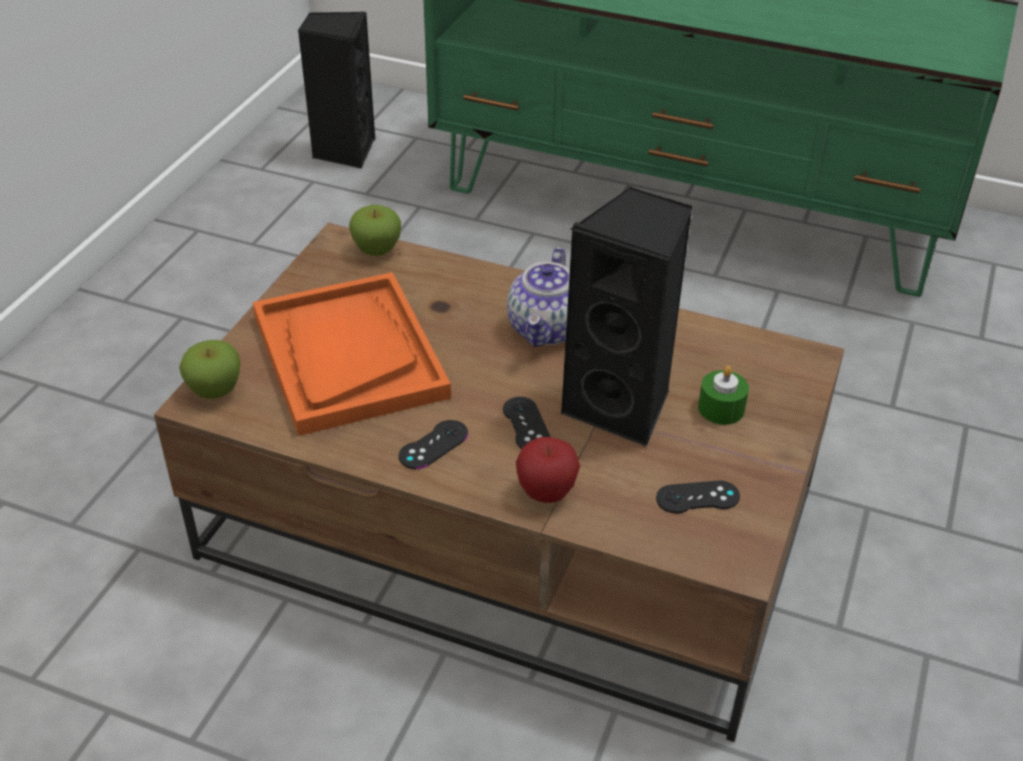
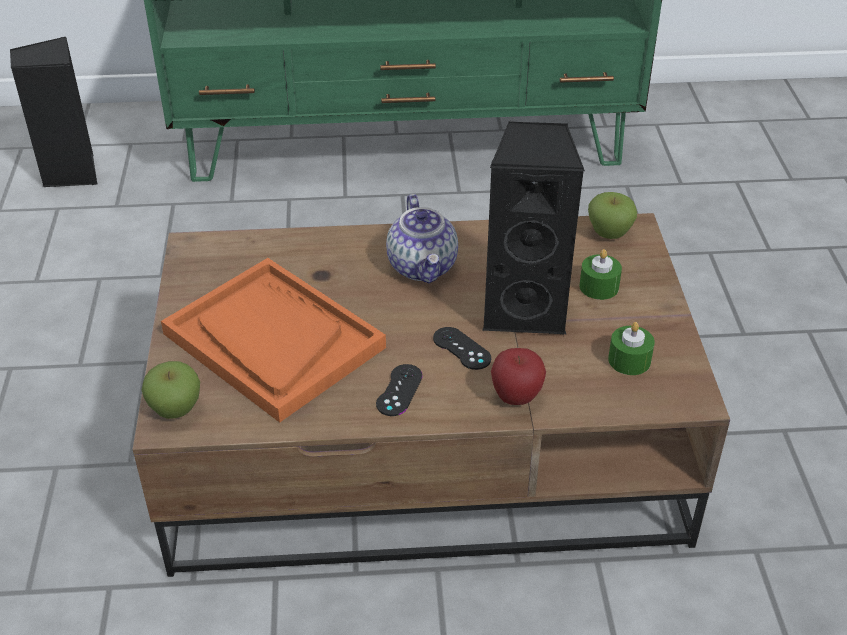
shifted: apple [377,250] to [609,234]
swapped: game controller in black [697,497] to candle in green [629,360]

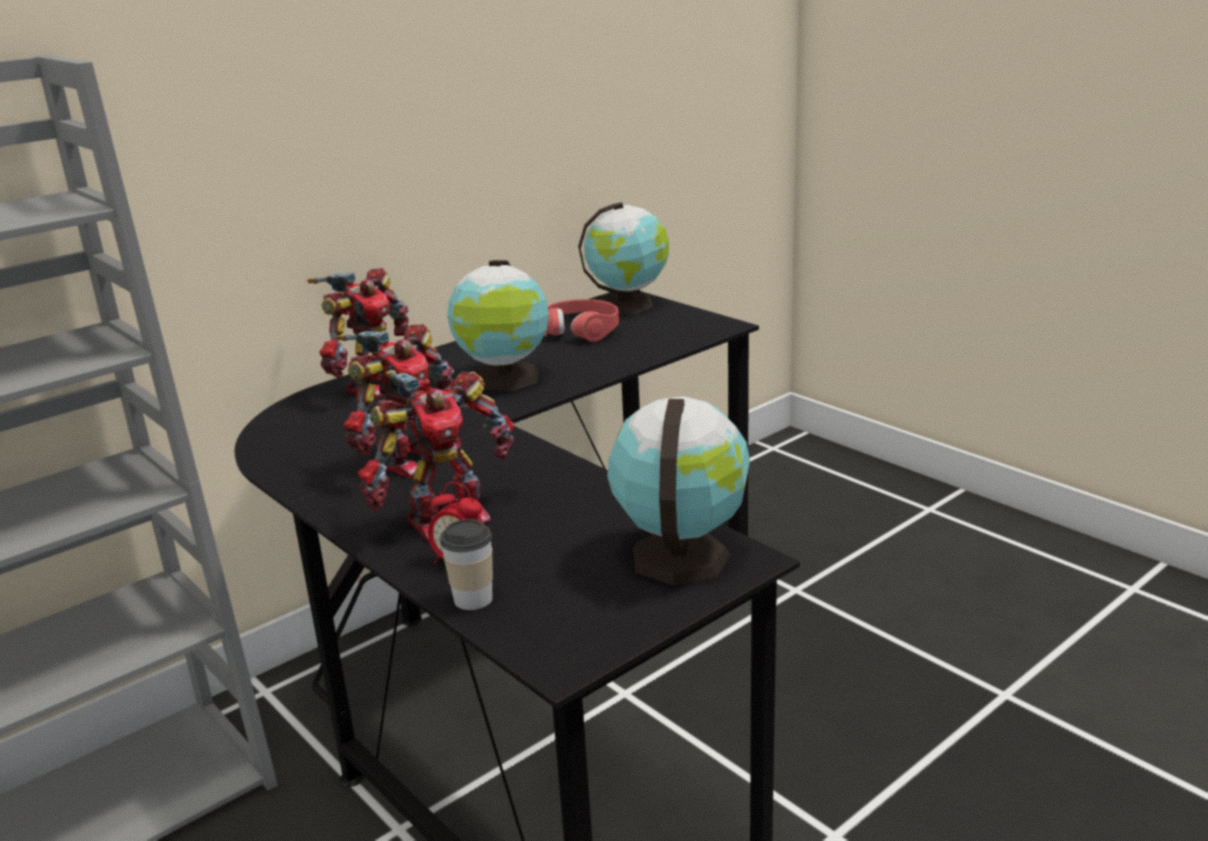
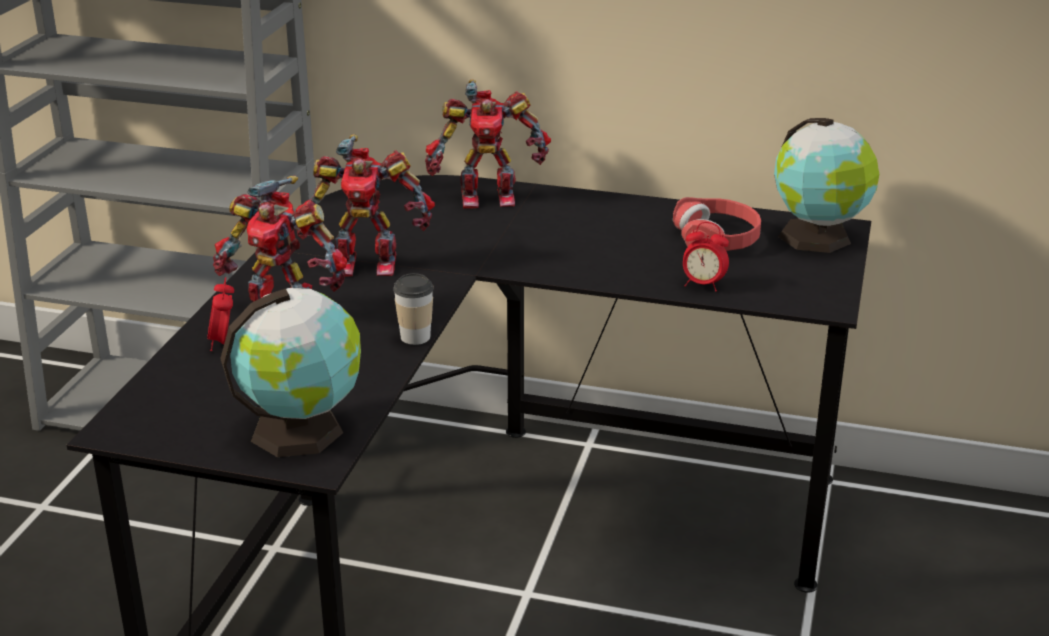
gone: globe [505,379]
new: alarm clock [703,285]
shifted: cup [473,599] to [415,337]

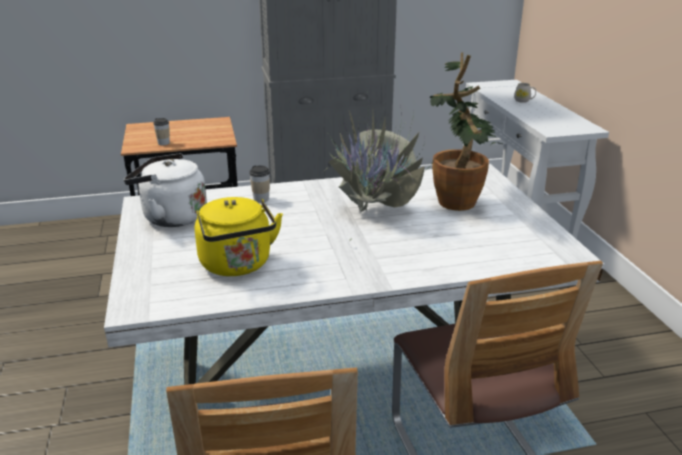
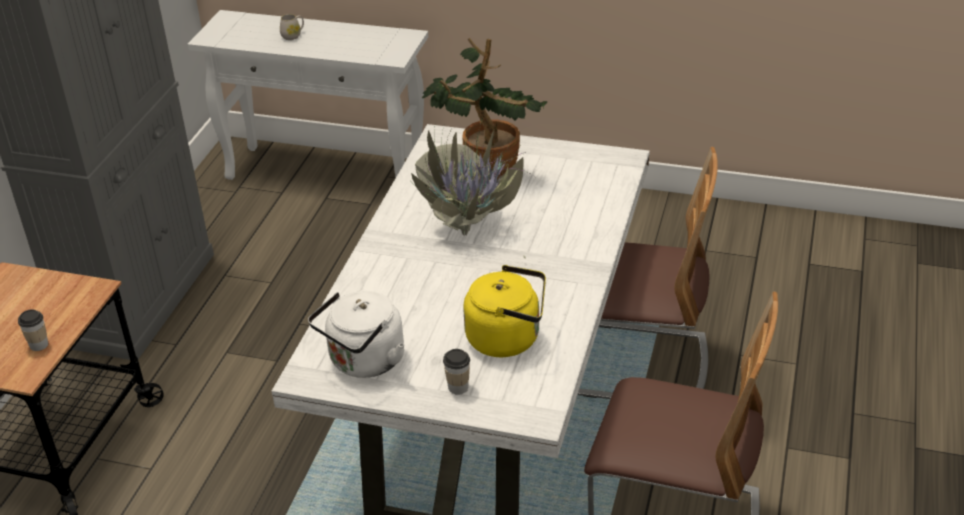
shifted: cup [261,199] to [458,387]

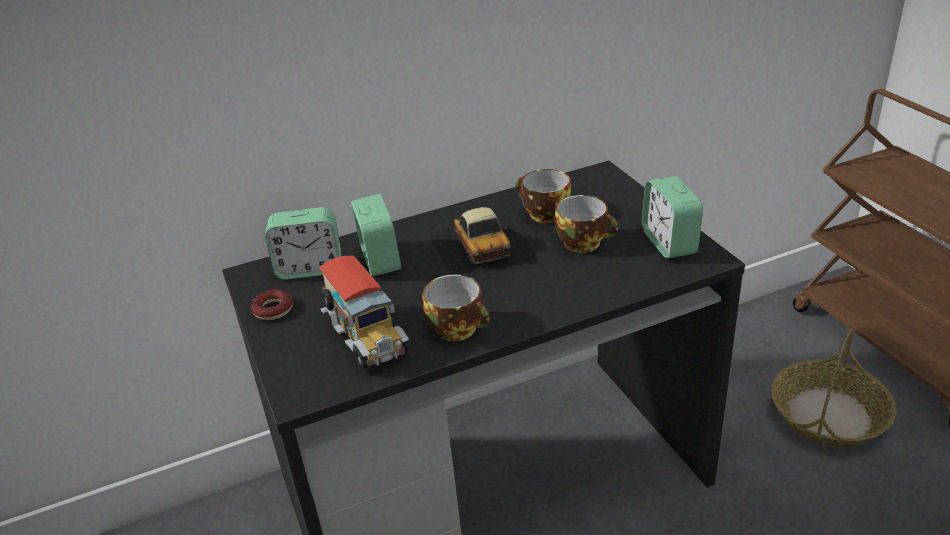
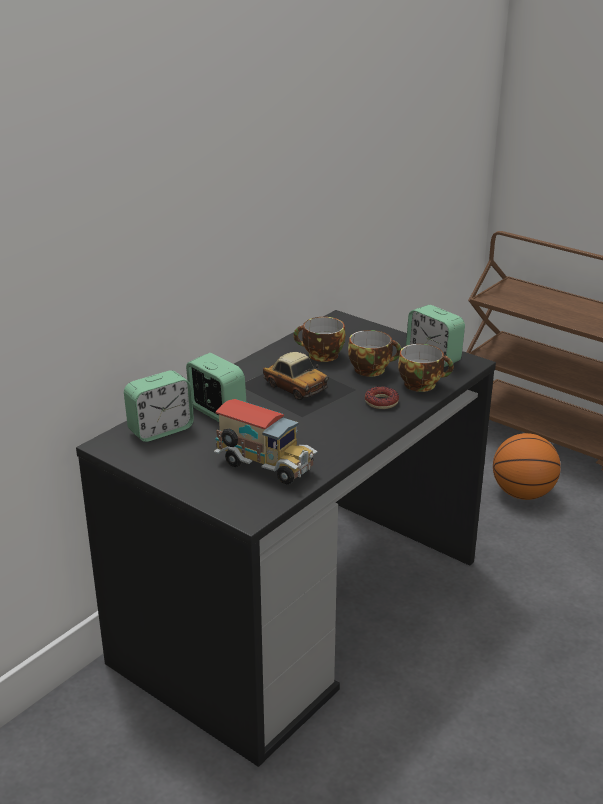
shifted: donut [273,309] to [381,402]; cup [459,328] to [422,384]
swapped: basket [828,415] to basketball [522,493]

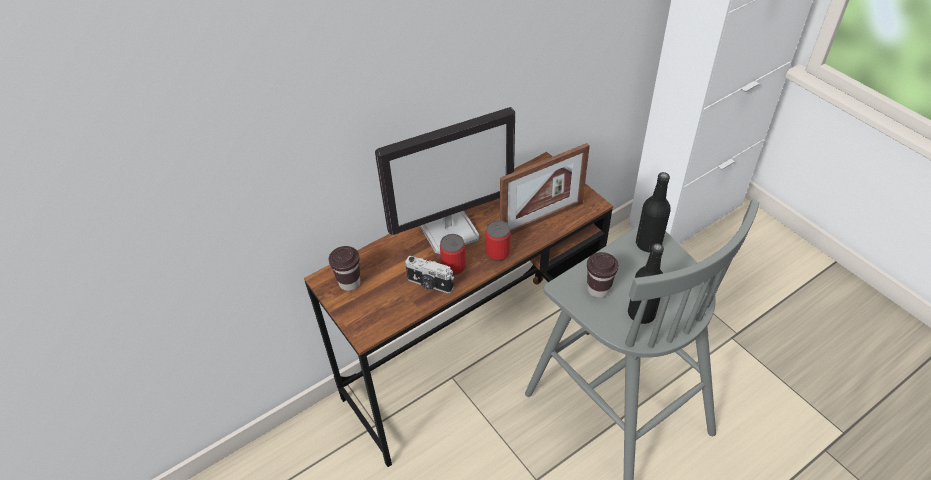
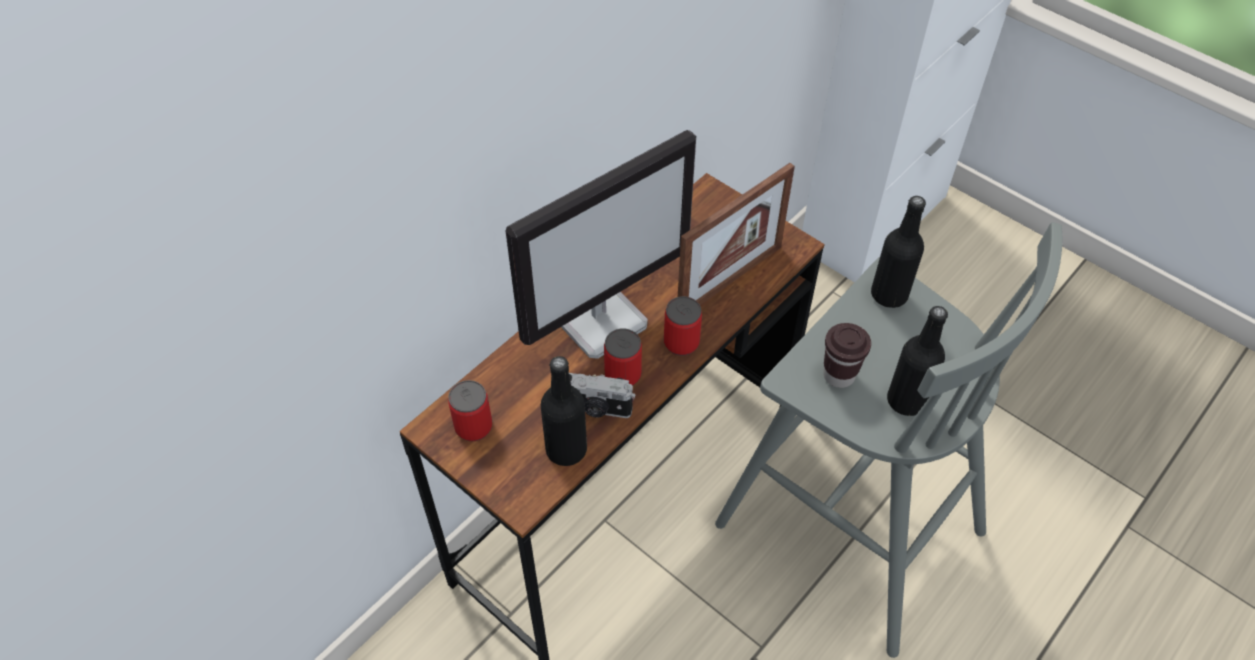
new: bottle in black [566,449]
swapped: cup in brown [349,283] to can [473,427]

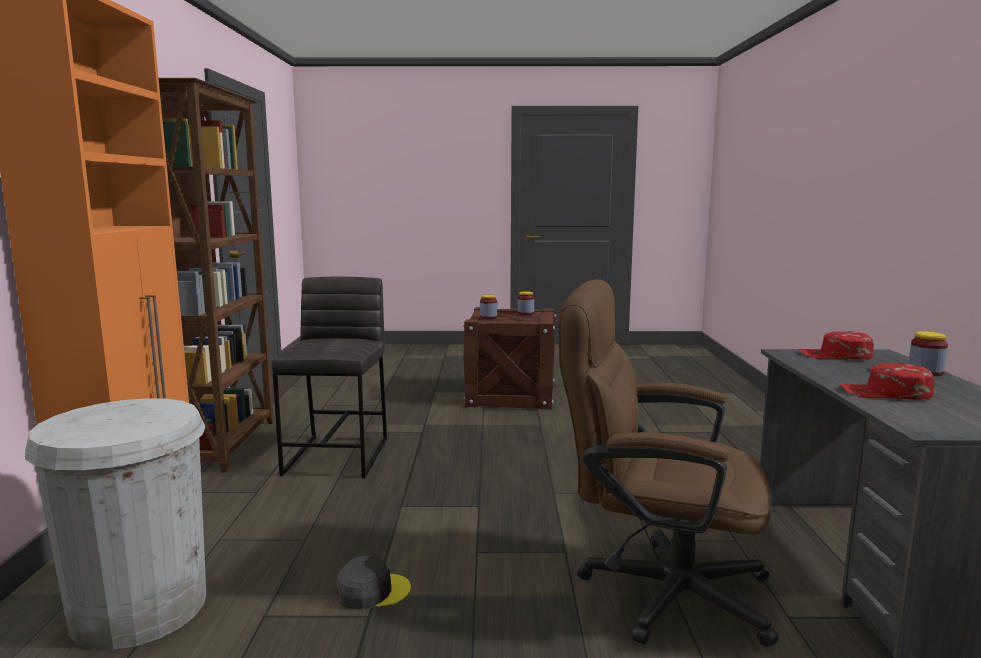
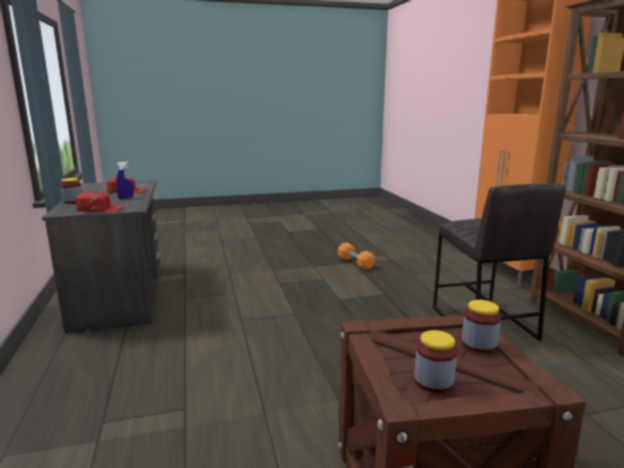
gone: trash can in white [139,608]; office chair in brown [657,590]
new: spray bottle in blue [126,198]
swapped: cap in grey [372,591] to dumbbell in orange [355,263]

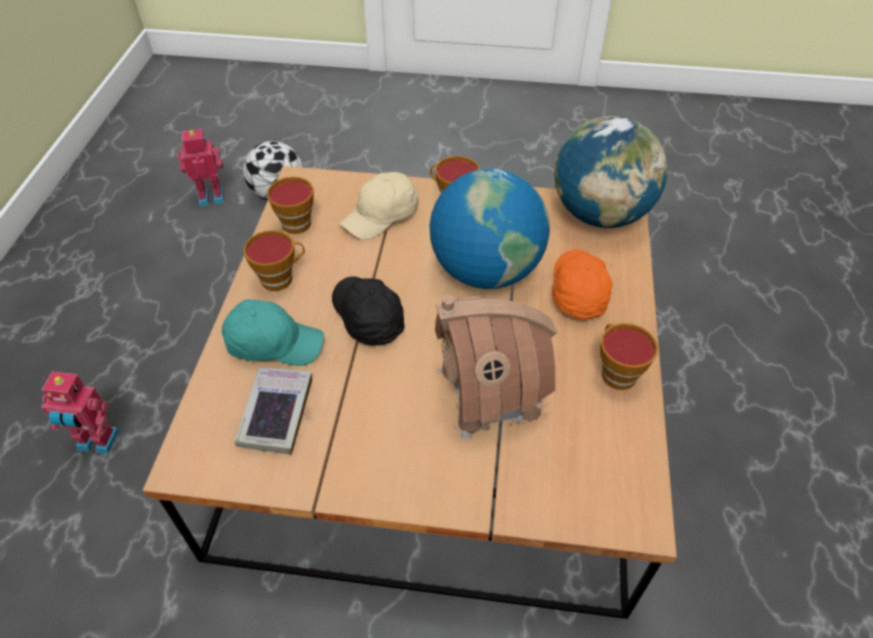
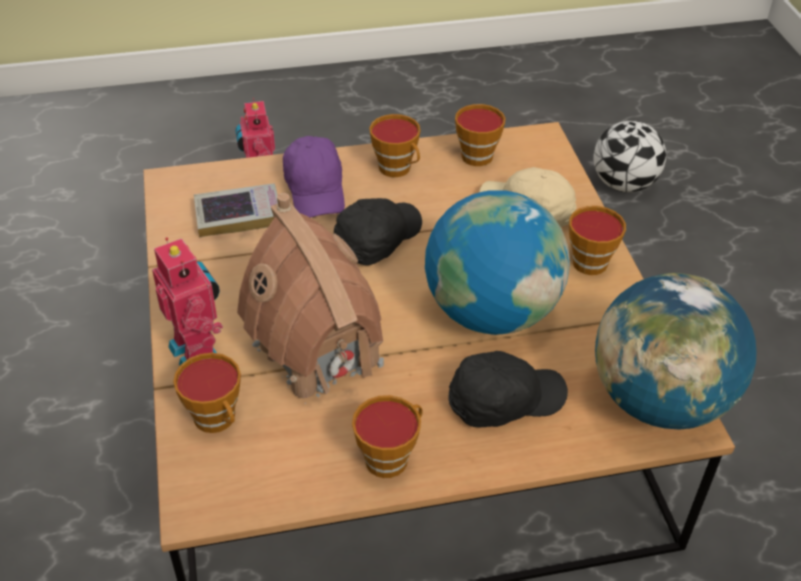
new: cup [218,420]
shifted: toy robot [211,196] to [198,351]
repainted: cap in turquoise [274,343] to cap in purple [315,190]; cap in orange [577,291] to cap in black [503,400]

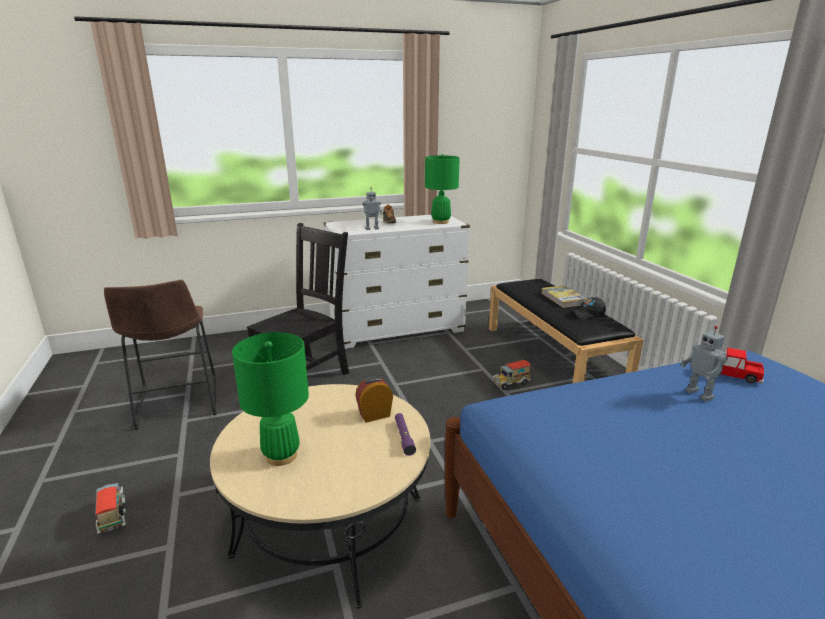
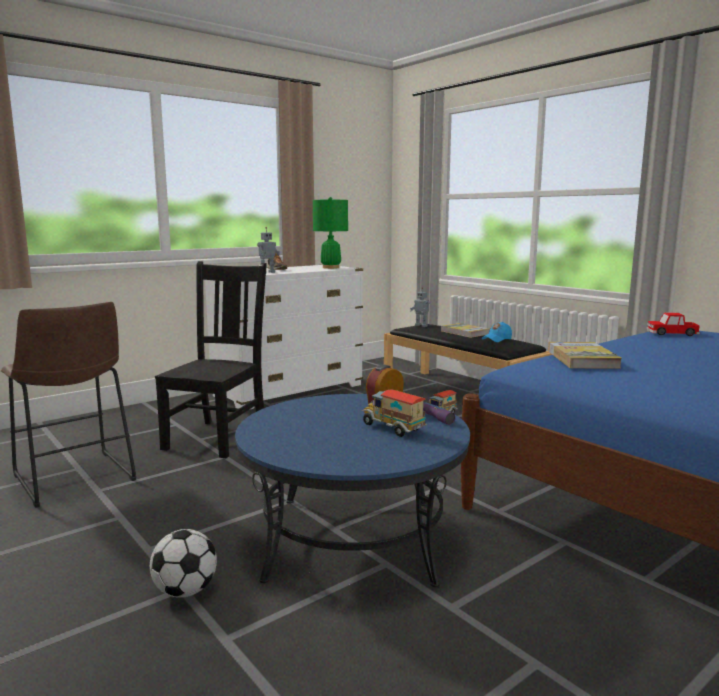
gone: table lamp in green [281,455]
new: football [185,591]; book [582,359]
shifted: toy truck [114,517] to [393,429]; toy robot [700,394] to [421,326]
repainted: coffee table in beige [330,525] to coffee table in blue [353,538]; cap in black [587,314] to cap in blue [497,339]

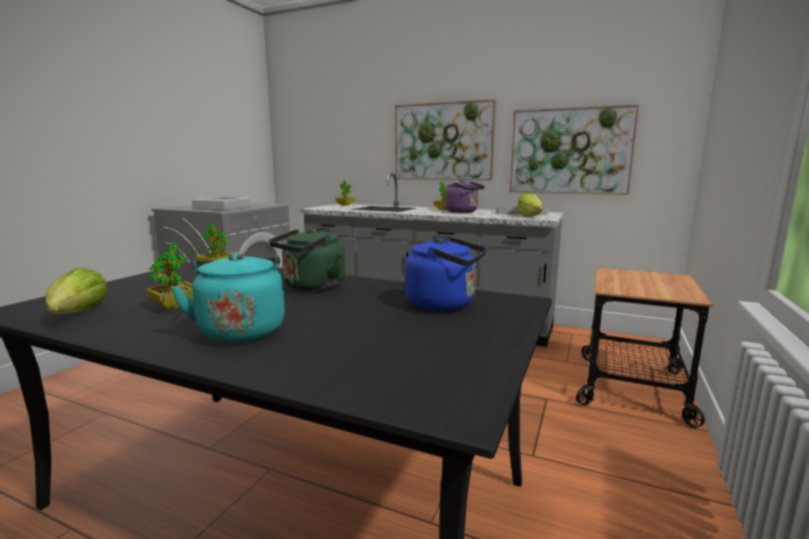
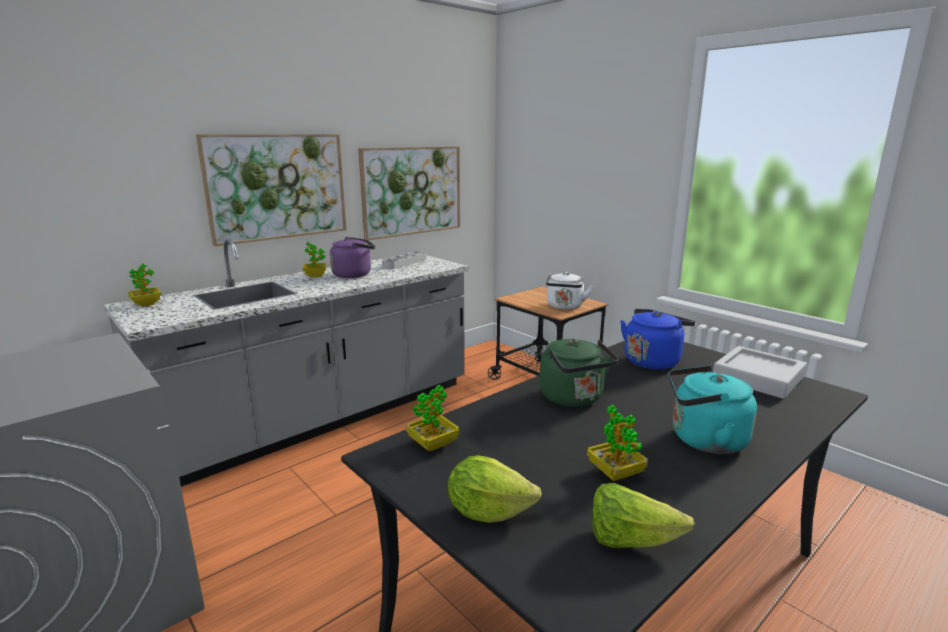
new: kettle in white [564,307]
shifted: tray in grey [222,208] to [757,378]; lettuce [529,216] to [488,511]

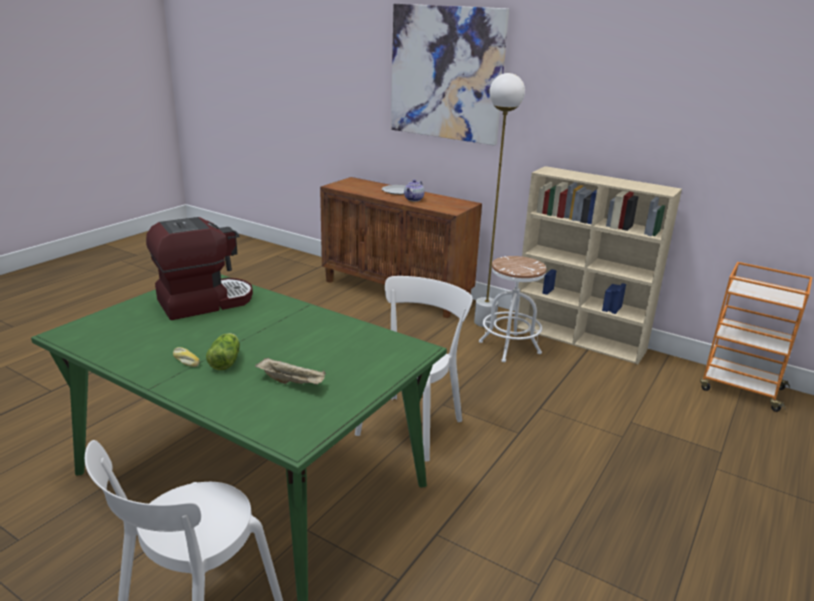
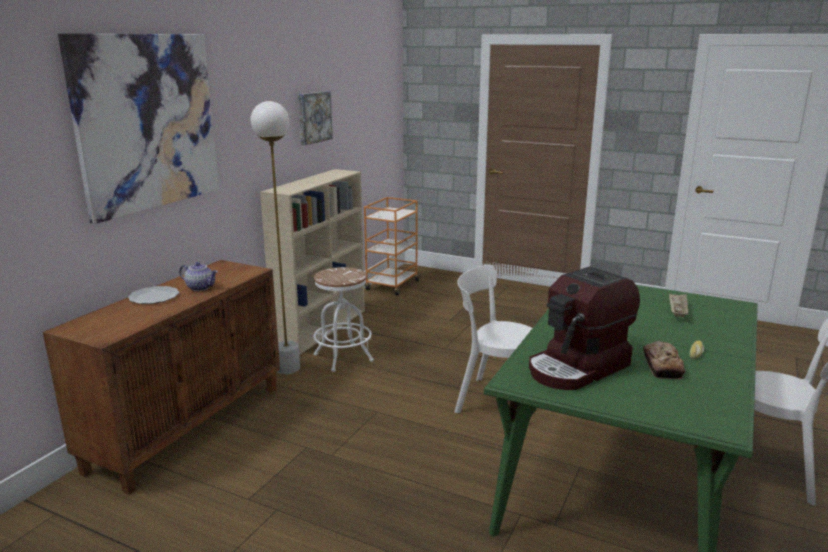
gone: lettuce [226,360]
new: picture [313,117]; bread [662,366]
rotated: coffee machine [204,301] = [578,368] 90 degrees counterclockwise

